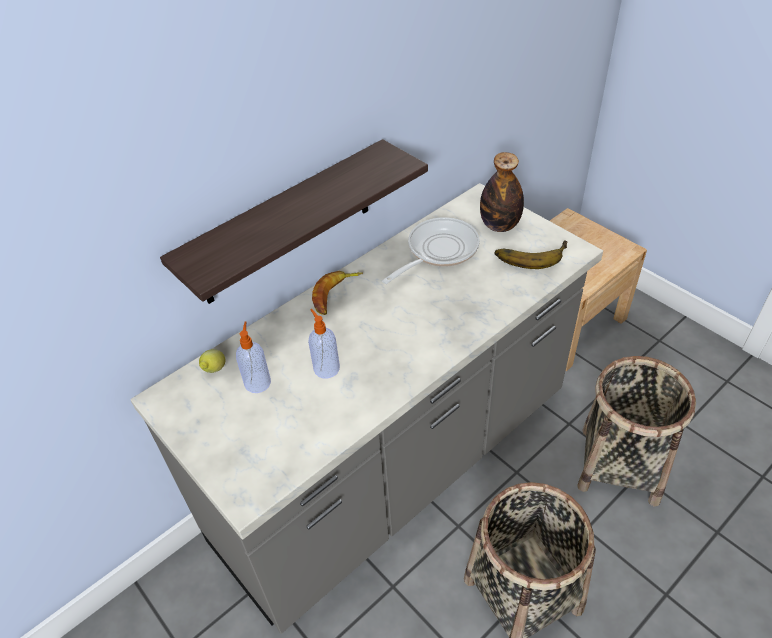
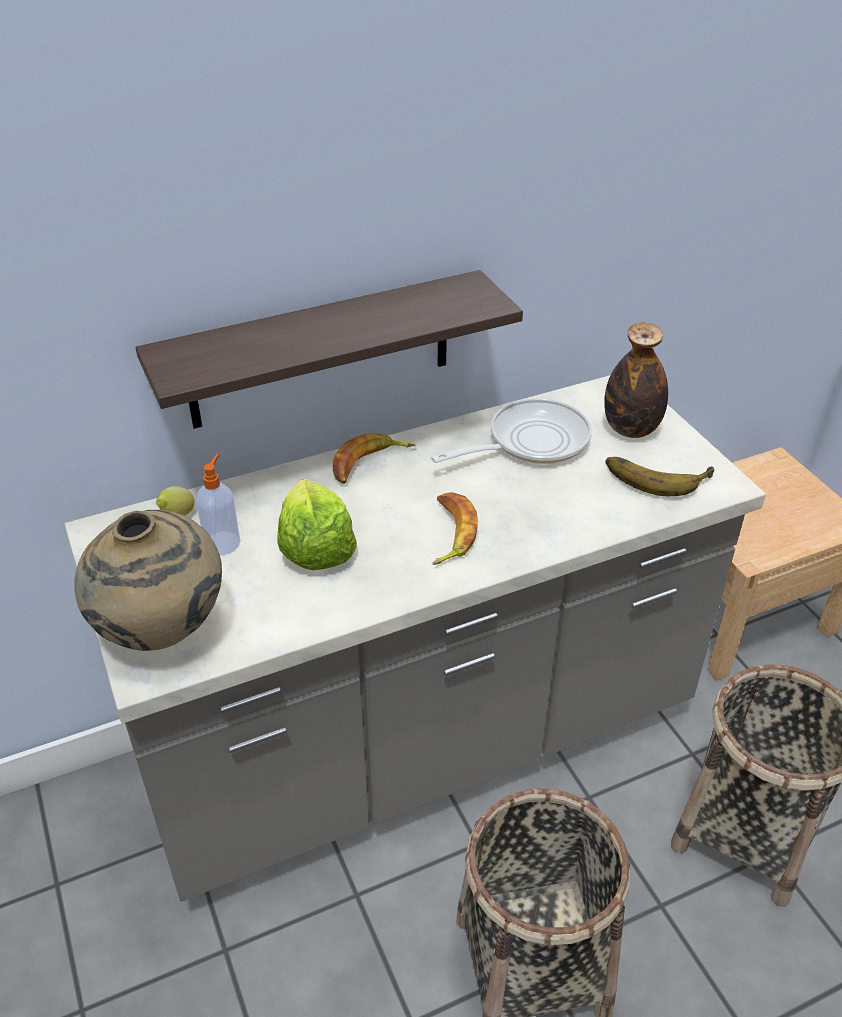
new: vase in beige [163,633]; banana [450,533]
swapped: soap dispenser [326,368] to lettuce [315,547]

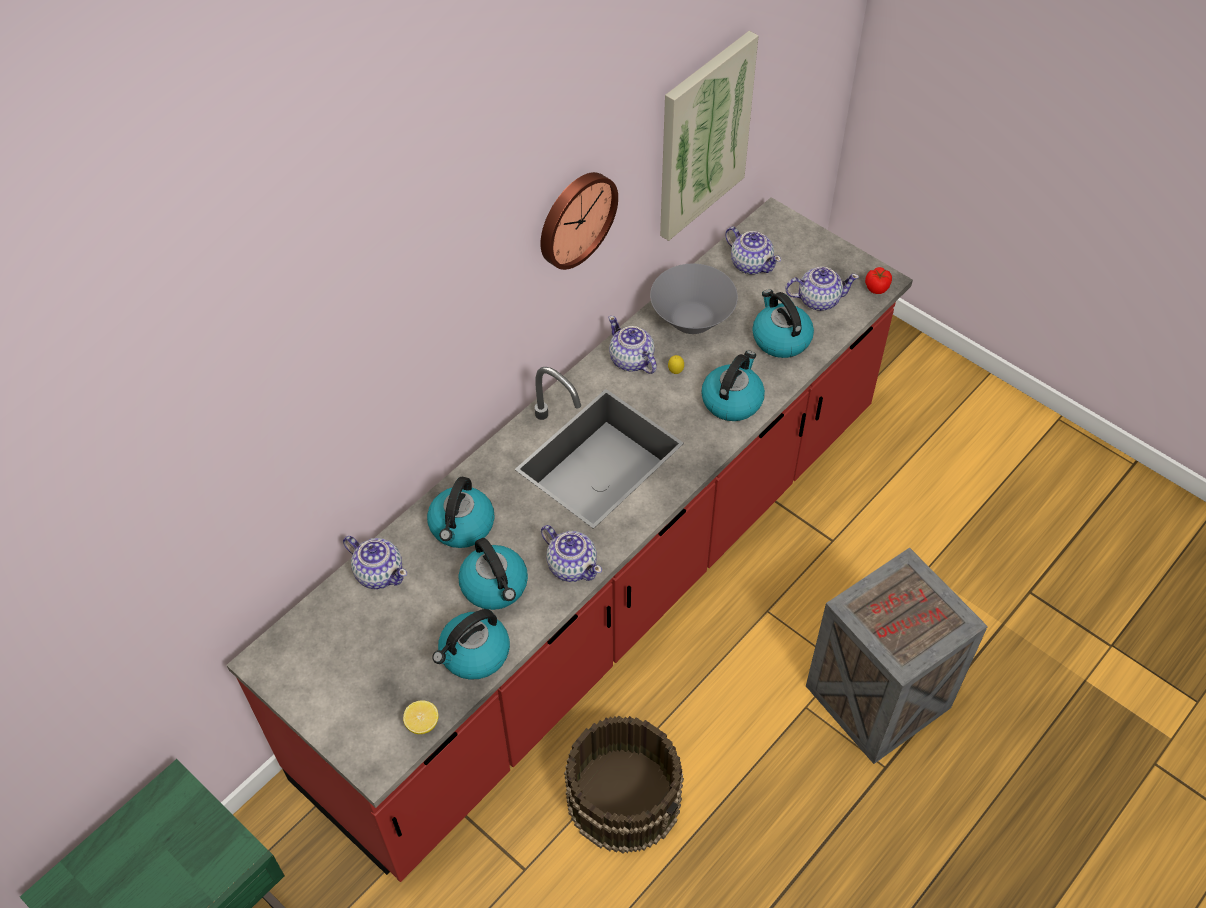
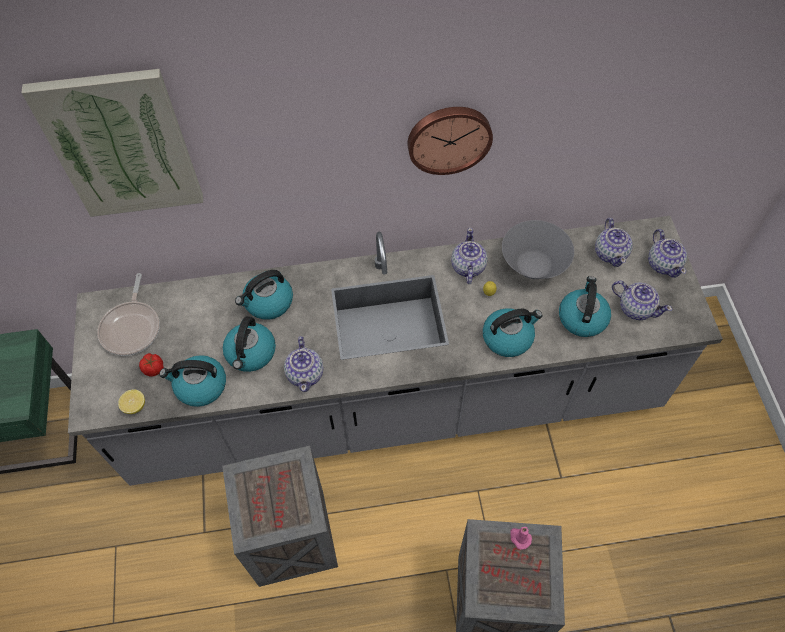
new: frying pan [132,327]; candle in pink [519,538]
shifted: teapot [379,572] to [663,264]; picture [703,136] to [122,145]; tomato [877,287] to [154,369]
swapped: bucket in brown [624,796] to crate [293,535]
repainted: counter in red [605,587] to counter in grey [394,402]

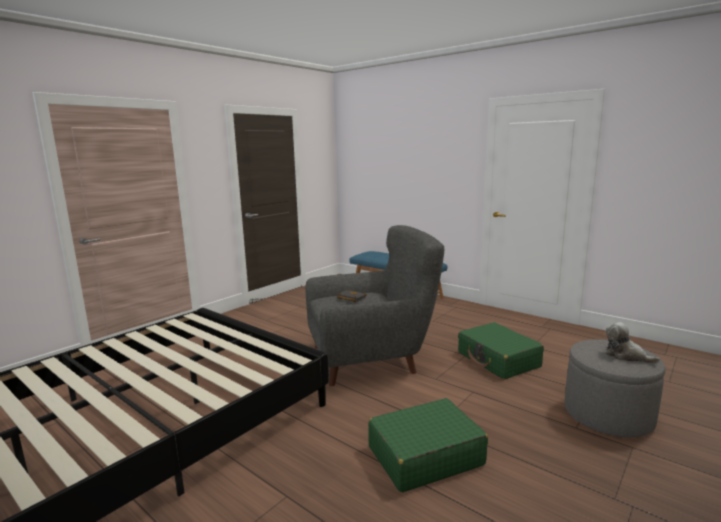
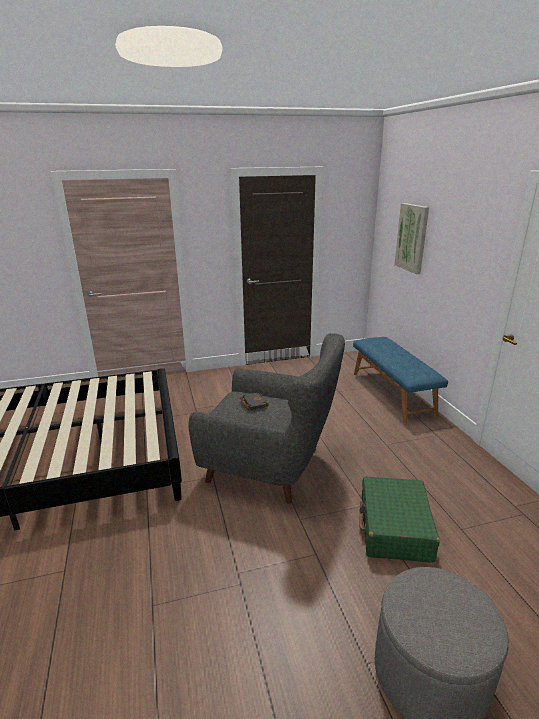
gone: suitcase in green [424,456]; plush toy [626,356]
new: picture [412,238]

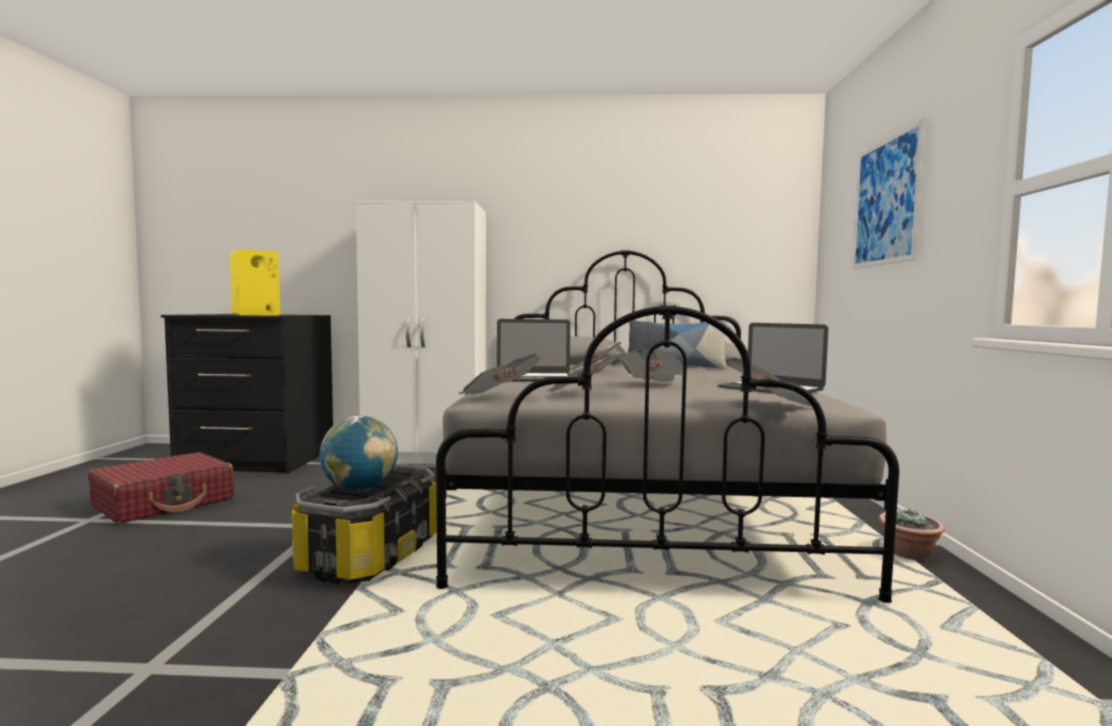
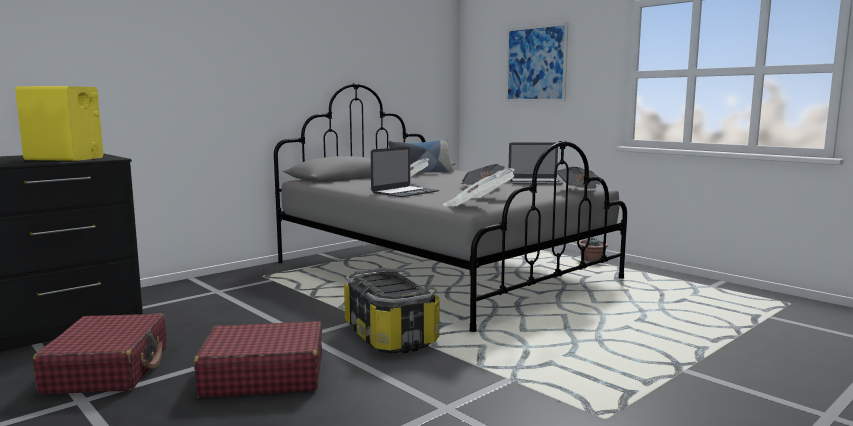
gone: globe [360,490]; wardrobe in white [427,457]
new: suitcase in red [263,376]

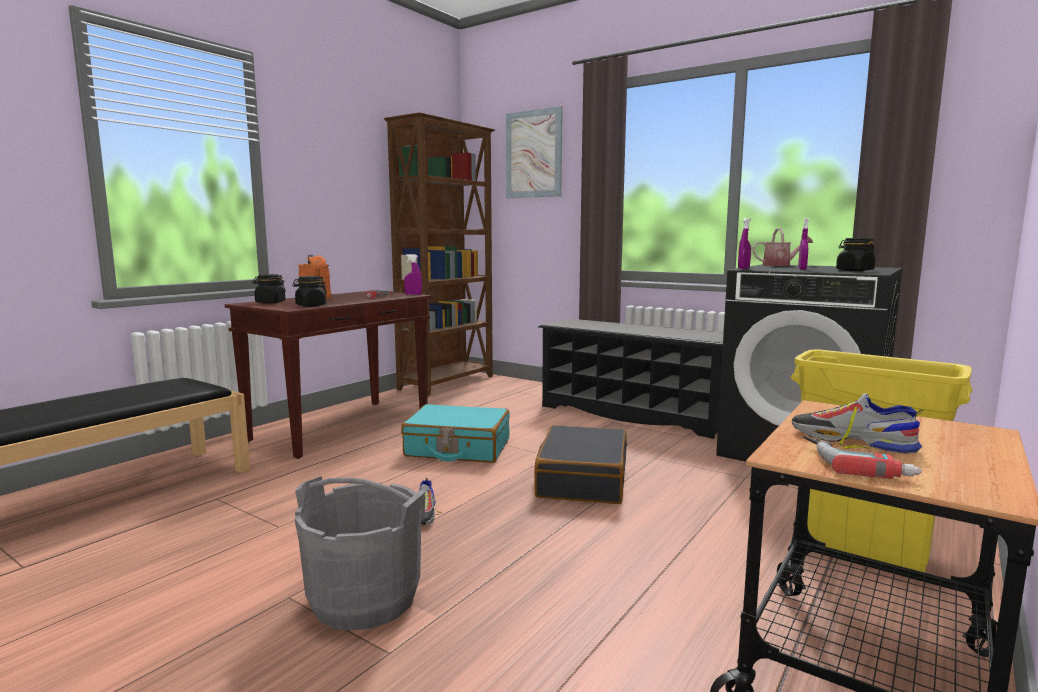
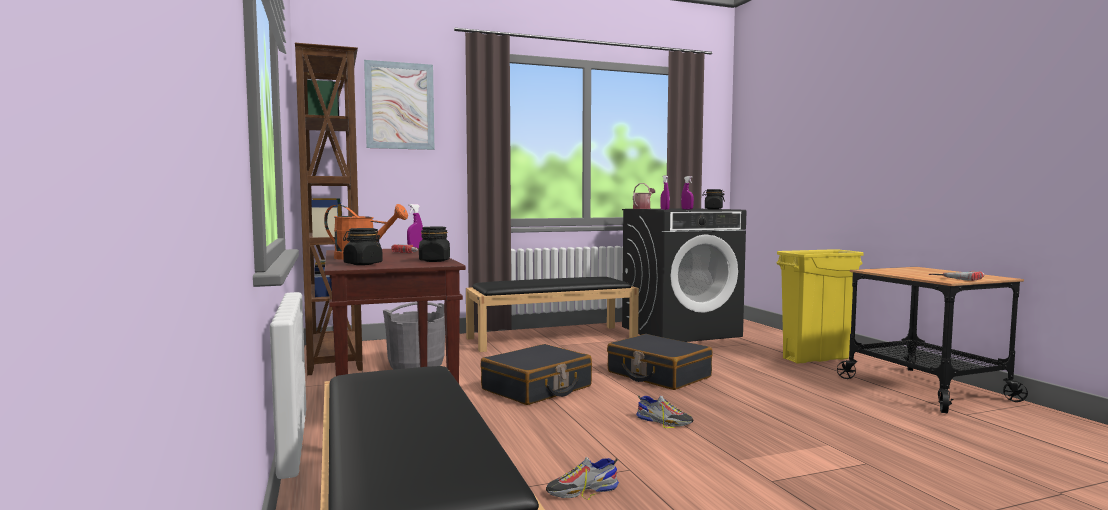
shifted: bucket in grey [364,599] to [416,365]; shoe [851,440] to [582,490]
swapped: shoe rack in black [633,414] to bench in black [552,338]
repainted: suitcase in turquoise [457,448] to suitcase in black [537,388]

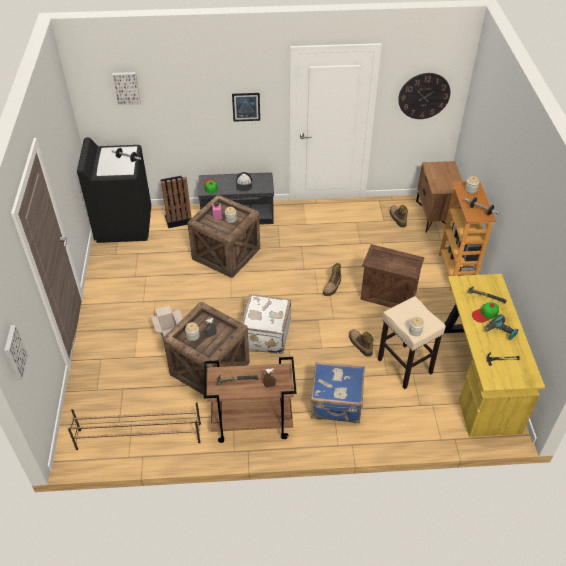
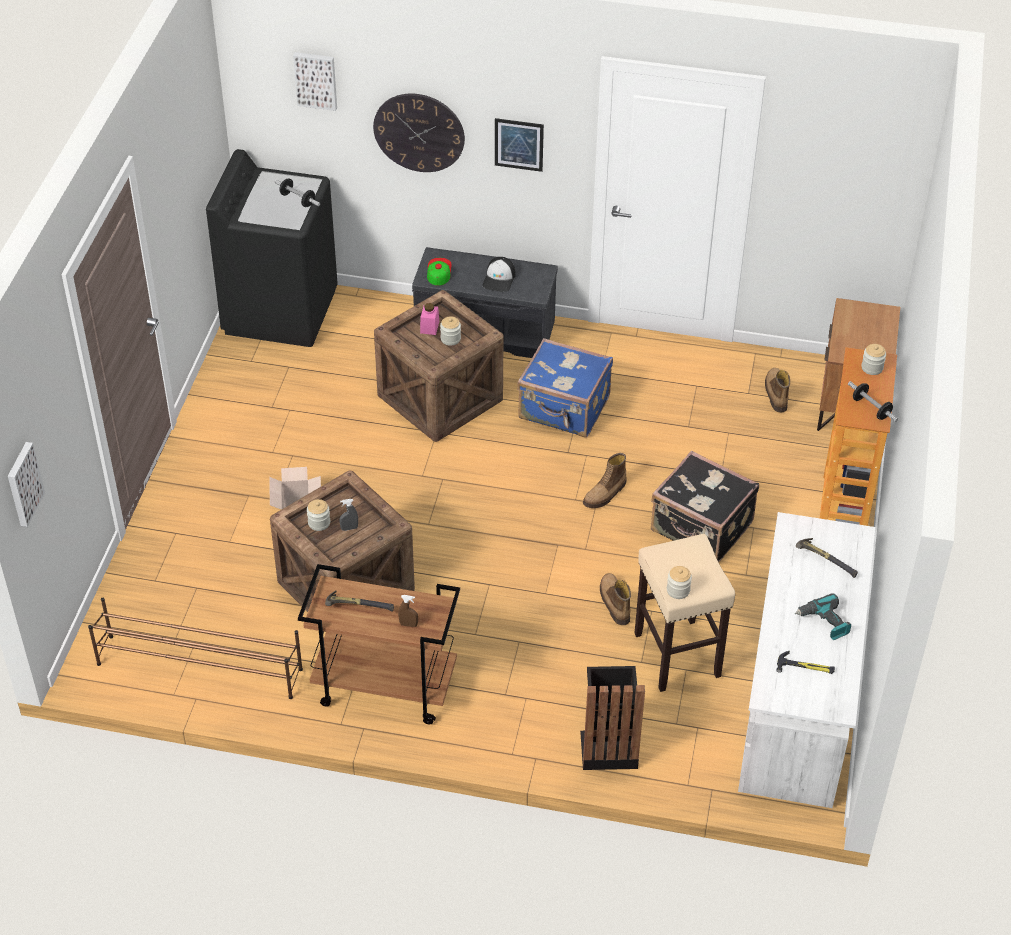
gone: suitcase in white [265,335]; cap [485,314]
shifted: trash can in black [177,218] to [608,746]; suitcase in blue [336,404] to [564,409]; wall clock [424,96] to [419,132]
swapped: crate [389,295] to suitcase in black [701,528]
repainted: desk in yellow [478,375] to desk in white [799,698]

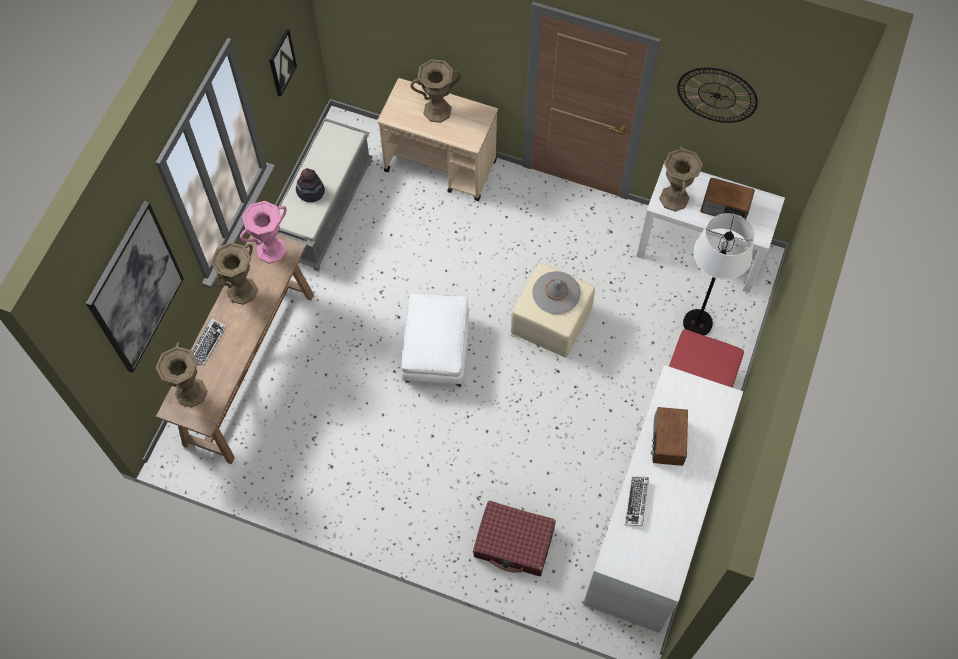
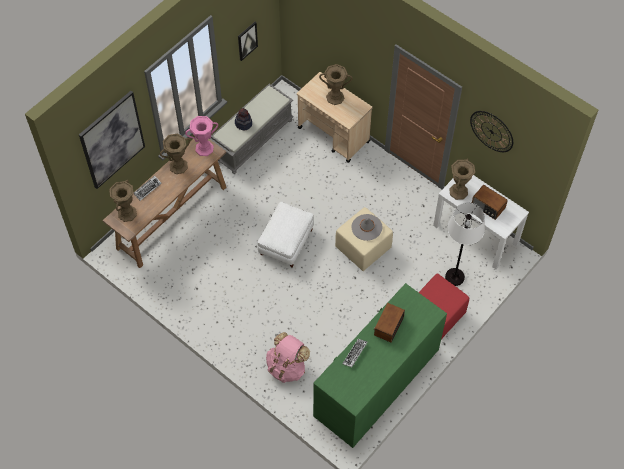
swapped: suitcase in red [514,542] to backpack in pink [287,367]
repainted: dresser in white [652,519] to dresser in green [376,382]

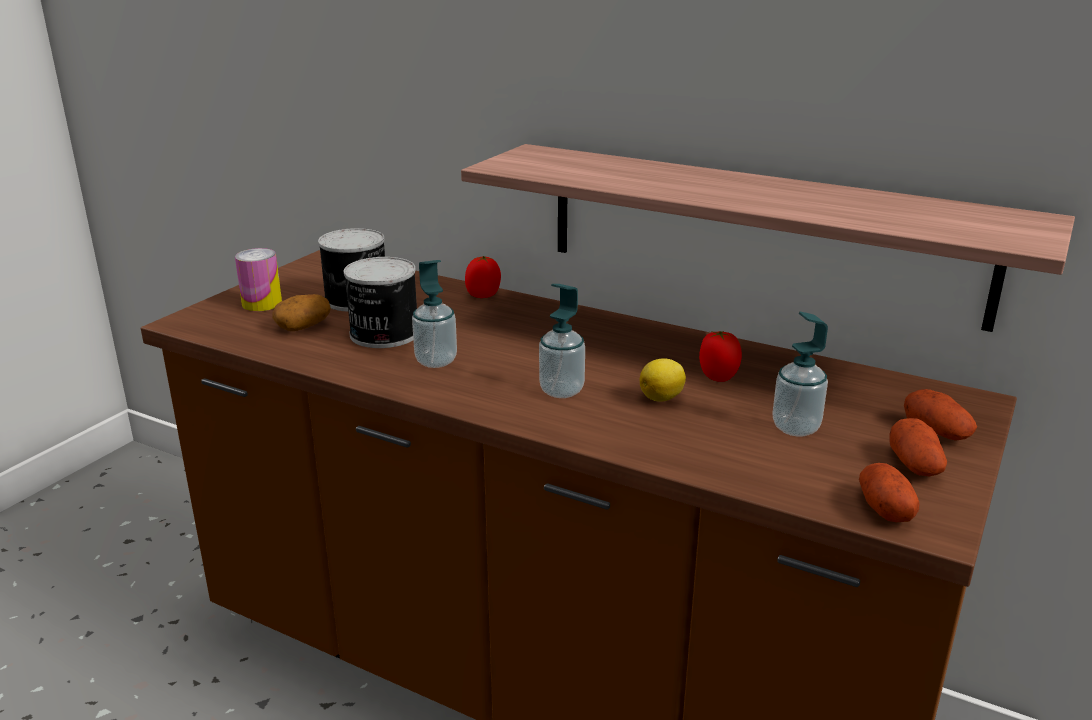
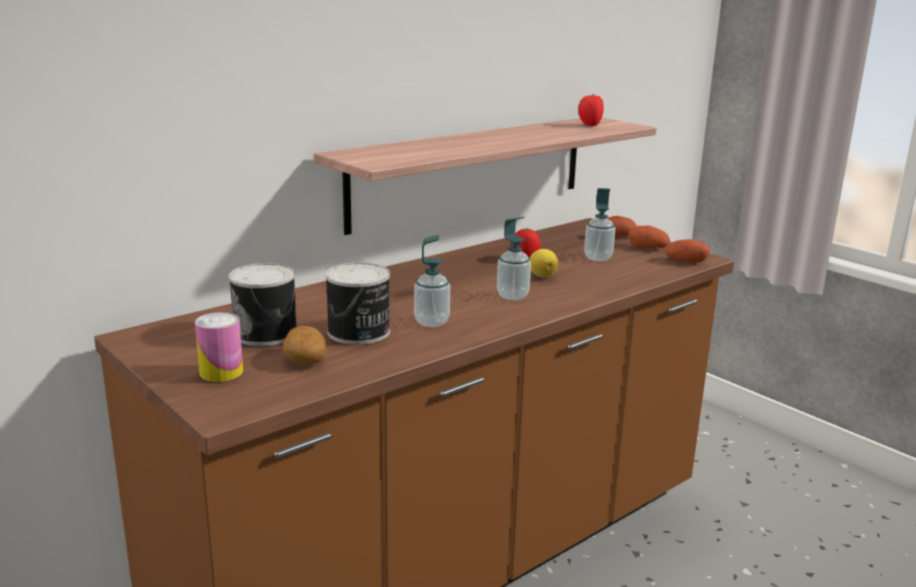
shifted: tomato [483,295] to [589,125]

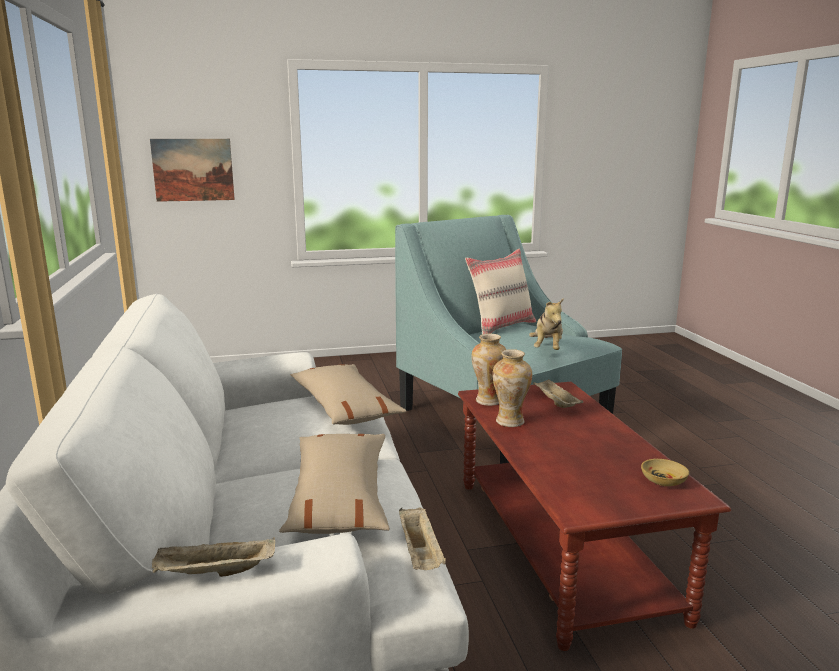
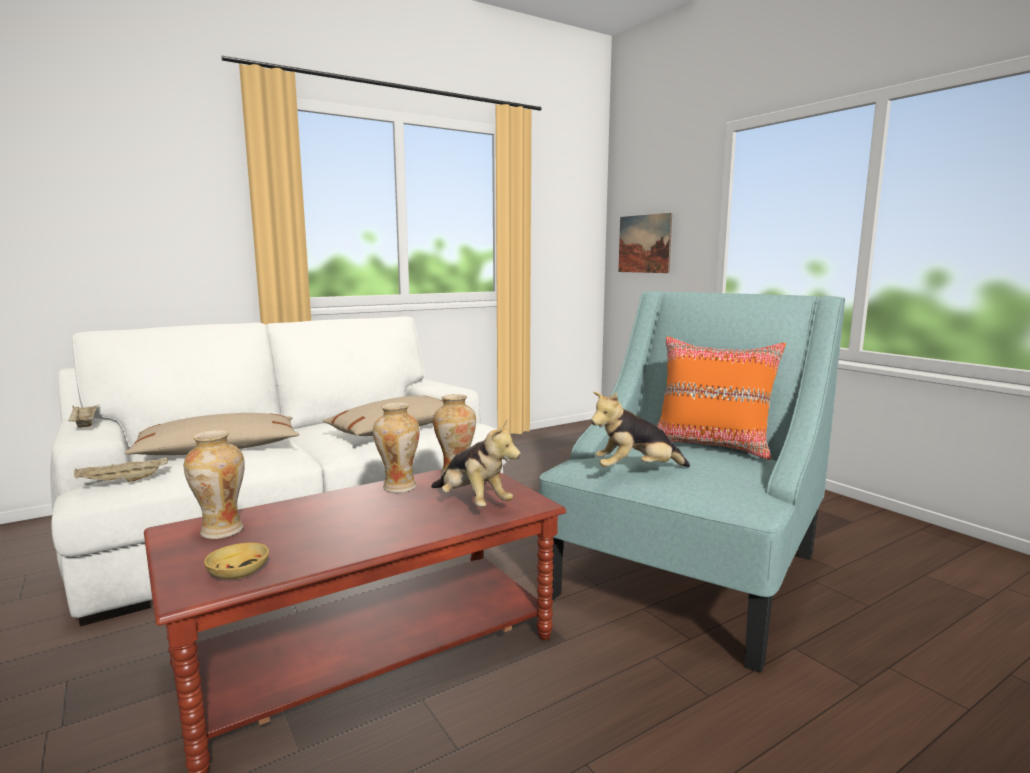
new: vase [221,531]
swapped: tray in beige [555,402] to plush toy [472,503]
repainted: pillow in beige [501,326] to pillow in orange [712,446]

